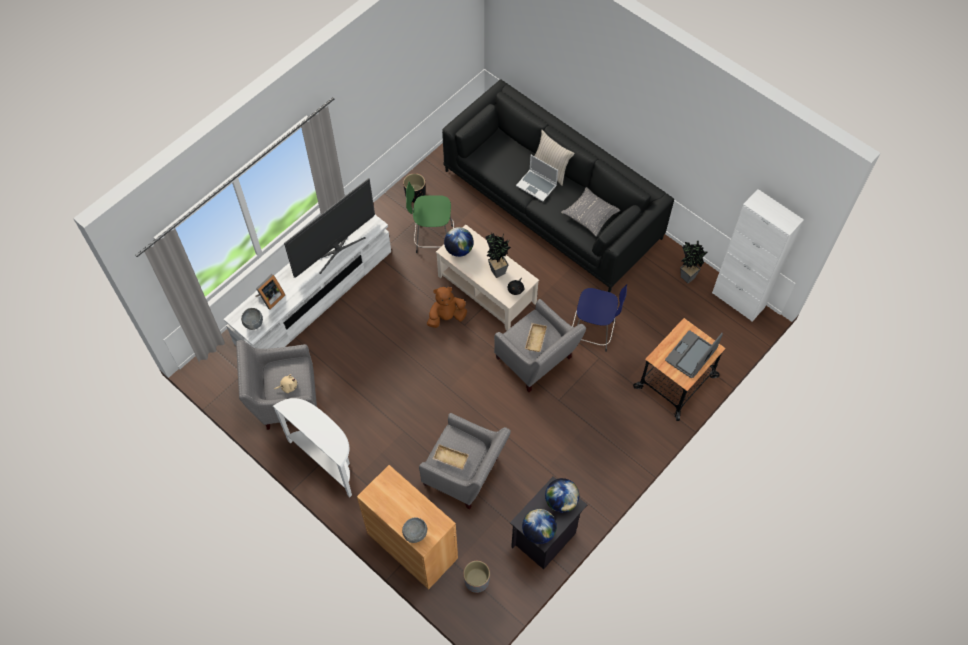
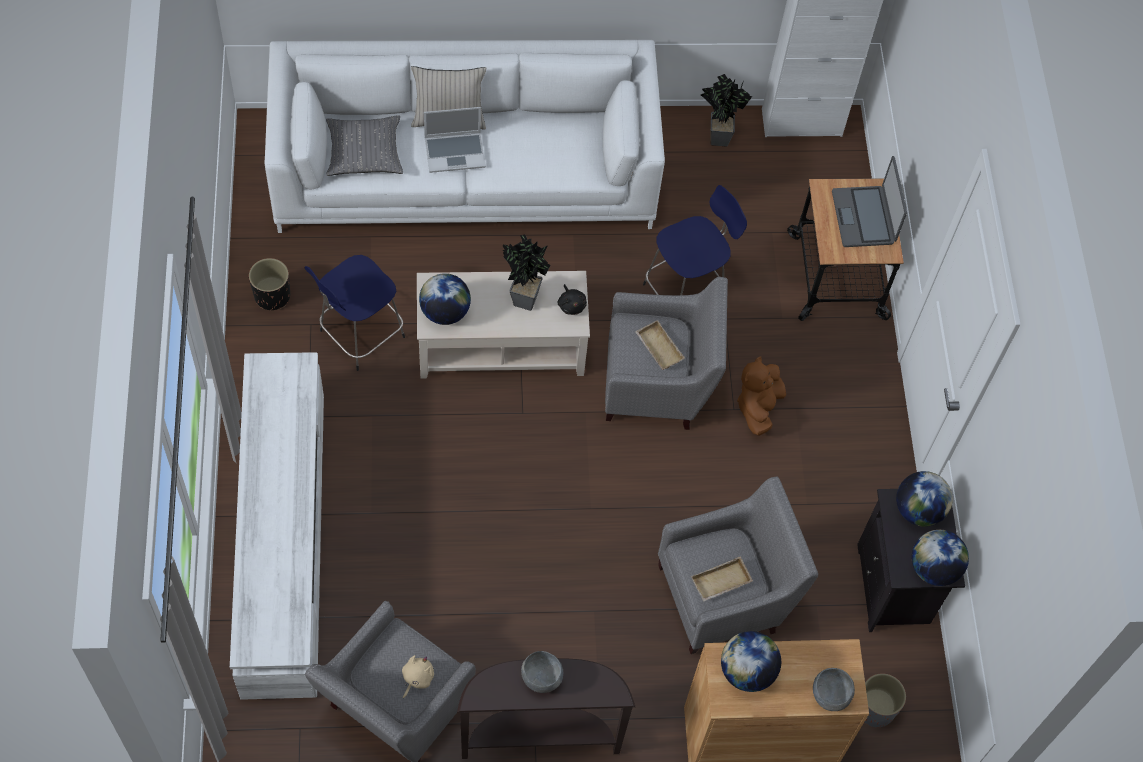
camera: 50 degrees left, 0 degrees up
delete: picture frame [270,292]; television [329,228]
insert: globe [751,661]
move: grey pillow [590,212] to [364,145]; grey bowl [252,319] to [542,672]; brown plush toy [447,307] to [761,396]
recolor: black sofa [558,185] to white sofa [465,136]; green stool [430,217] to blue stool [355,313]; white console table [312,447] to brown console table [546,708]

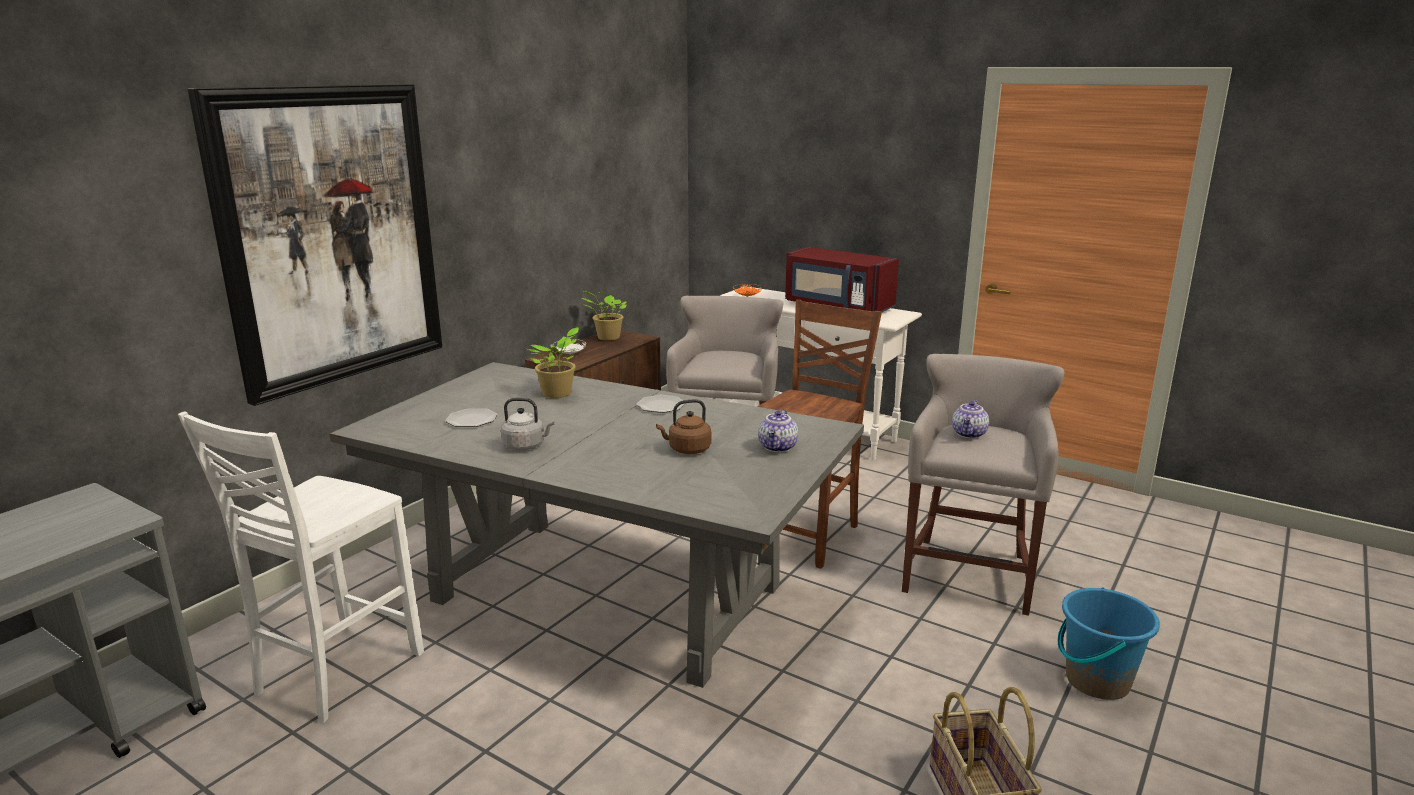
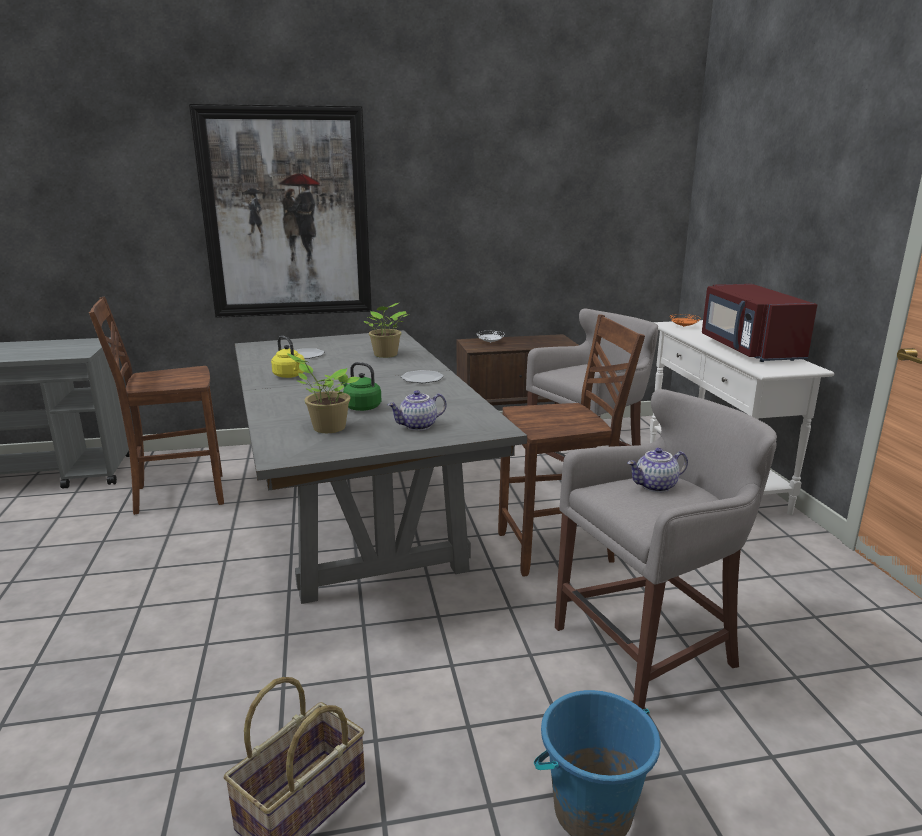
camera: 45 degrees right, 0 degrees up
move: potted plant [604,316] to [323,393]
recolor: white chair [301,567] to brown chair [156,406]; grey kettle [527,424] to yellow kettle [288,357]; brown kettle [683,426] to green kettle [361,386]

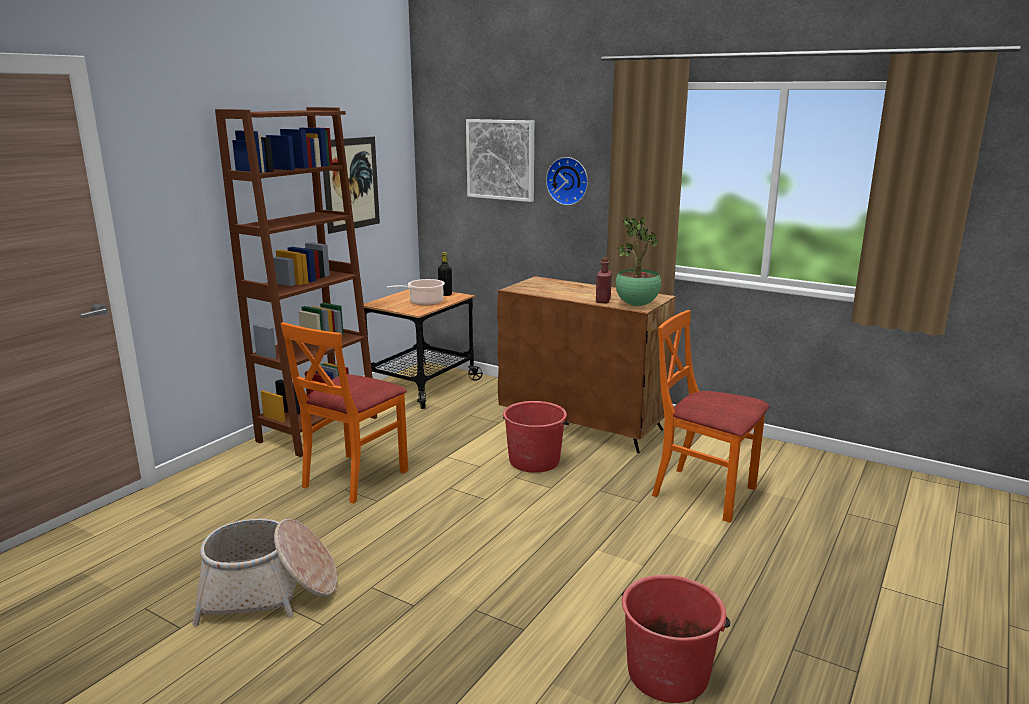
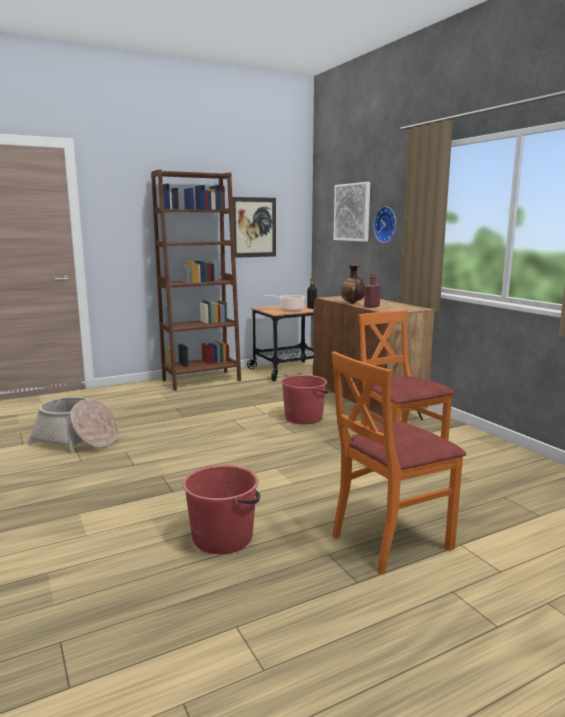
camera: 30 degrees right, 5 degrees down
delete: potted plant [638,261]
insert: vase [353,284]
move: orange chair [344,413] to [399,463]

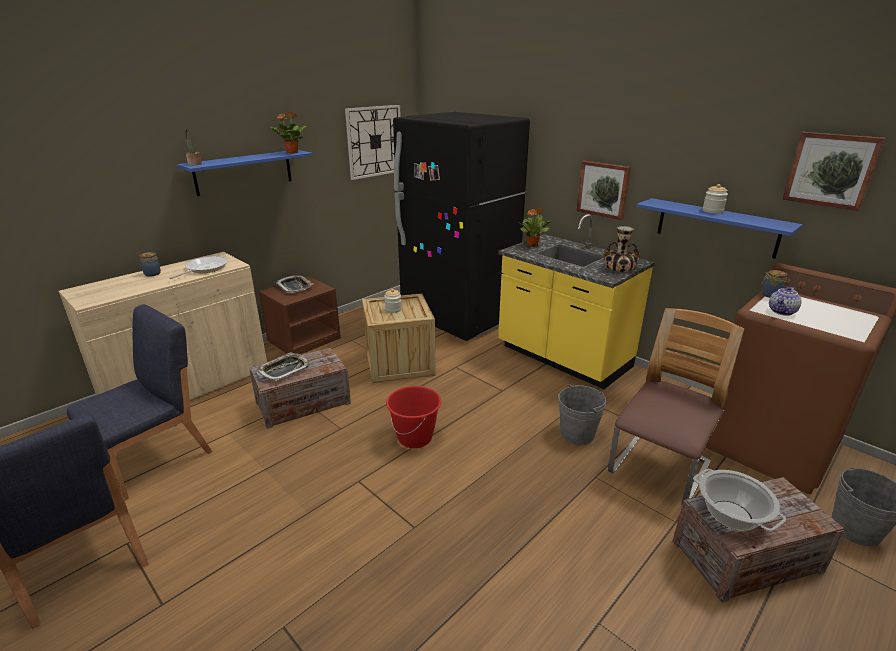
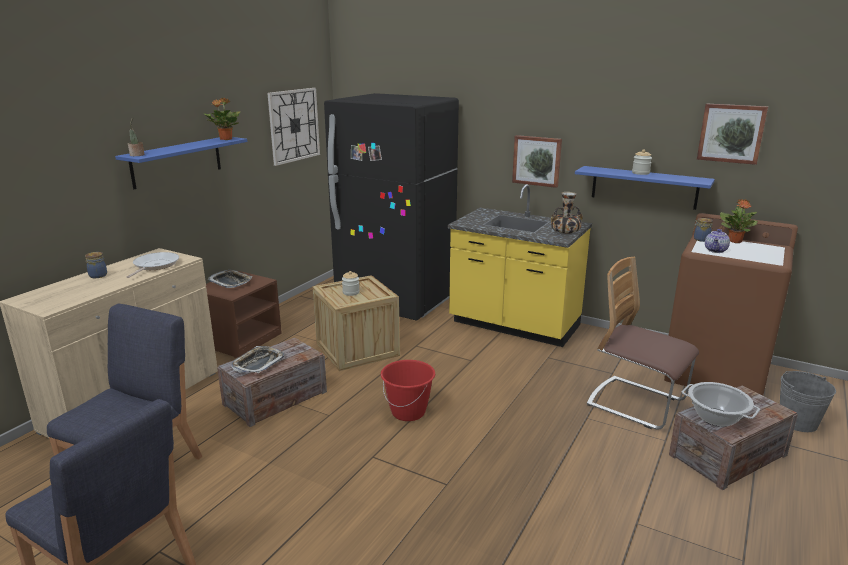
camera: 15 degrees left, 5 degrees down
delete: grey bucket [582,414]
move: potted plant [535,227] to [739,221]
rotate: chair [676,406] = [643,343] 75 degrees counterclockwise

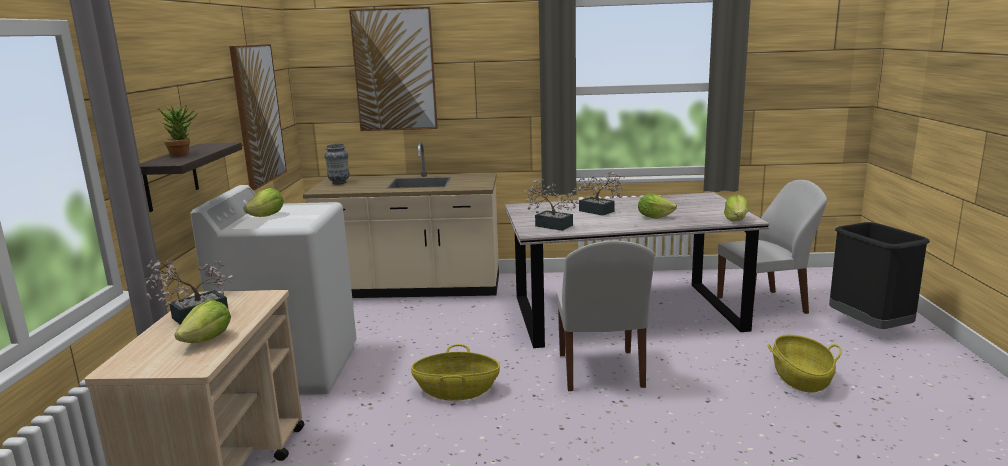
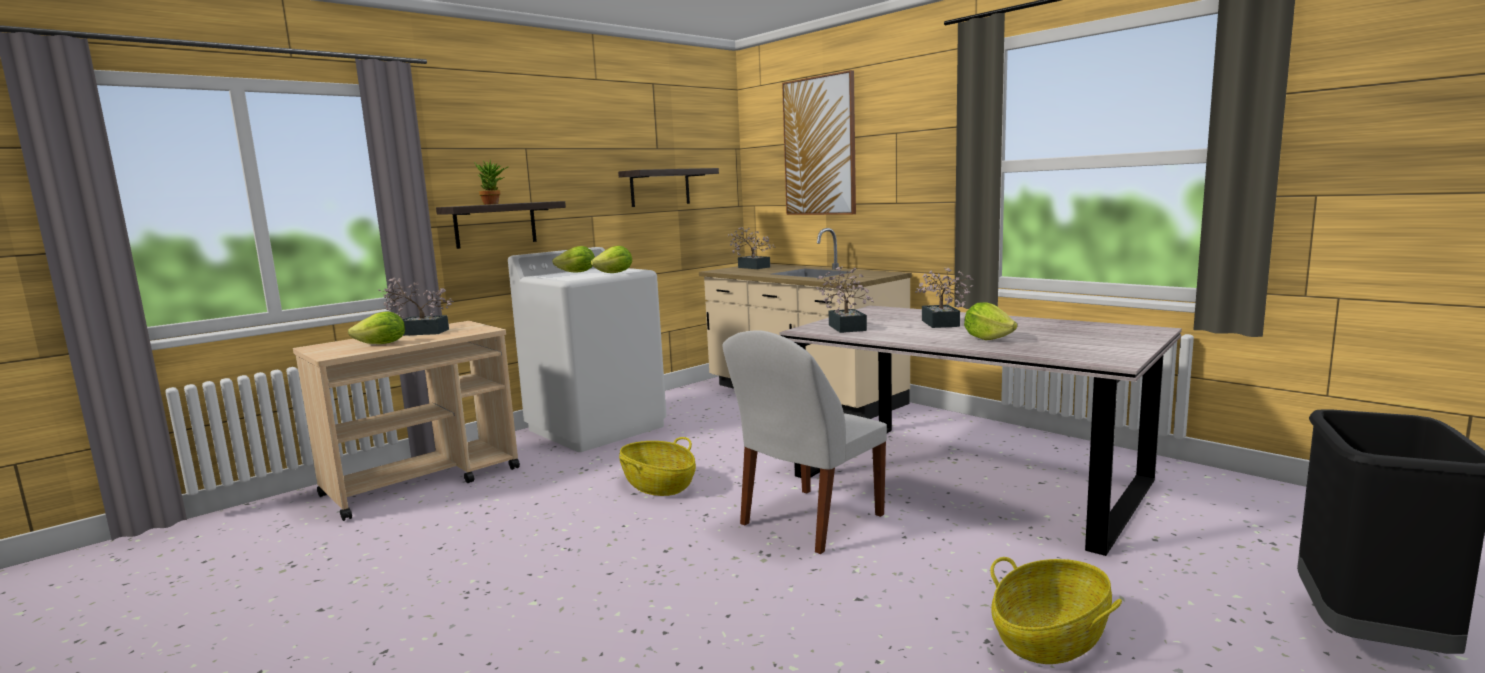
camera: 45 degrees right, 5 degrees down
delete: white chair [772,247]
move: lettuce [736,208] to [611,259]
replace: picture [258,117] to shelf [668,187]; vase [337,163] to potted plant [751,248]

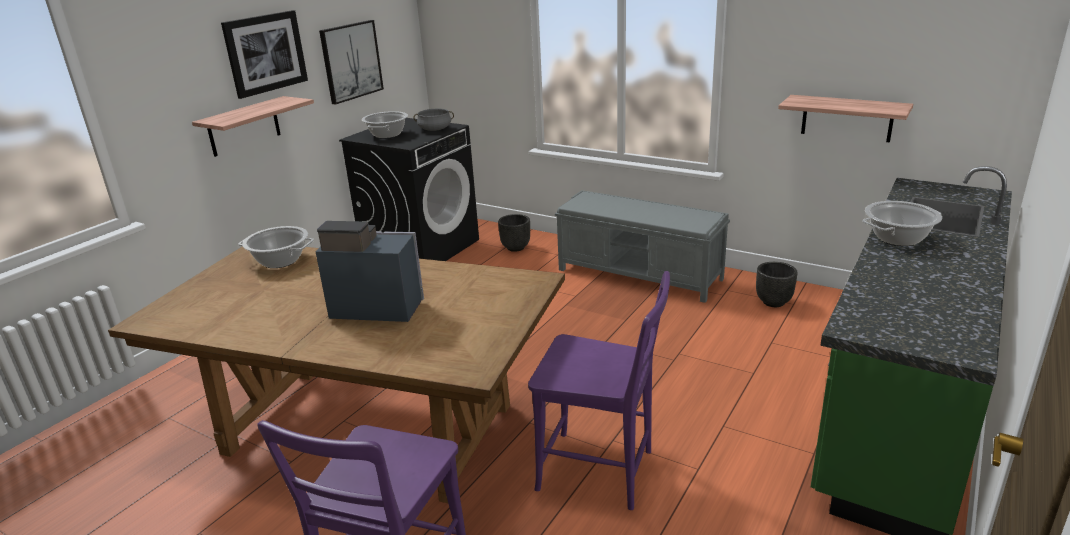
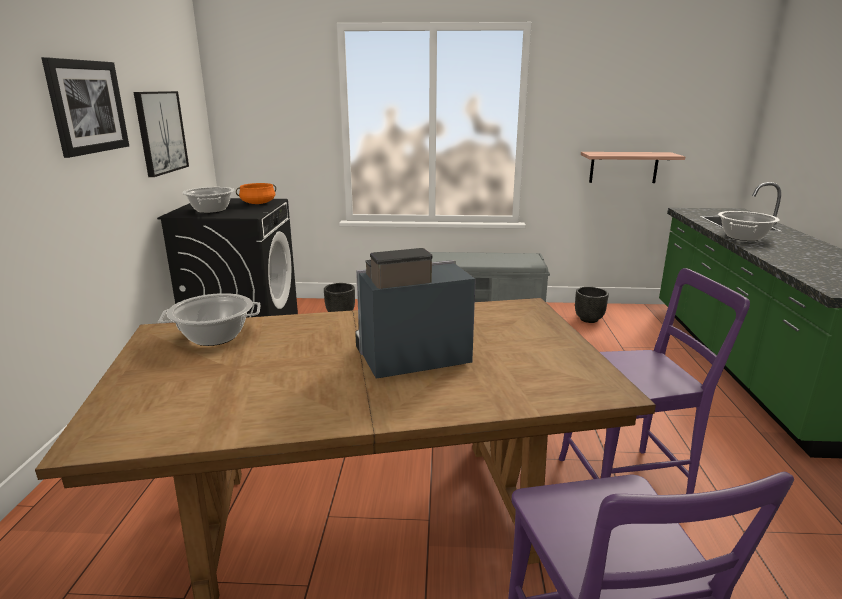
camera: 30 degrees left, 5 degrees down
delete: shelf [253,126]
recolor: grey cooking pot [434,120] to orange cooking pot [256,193]

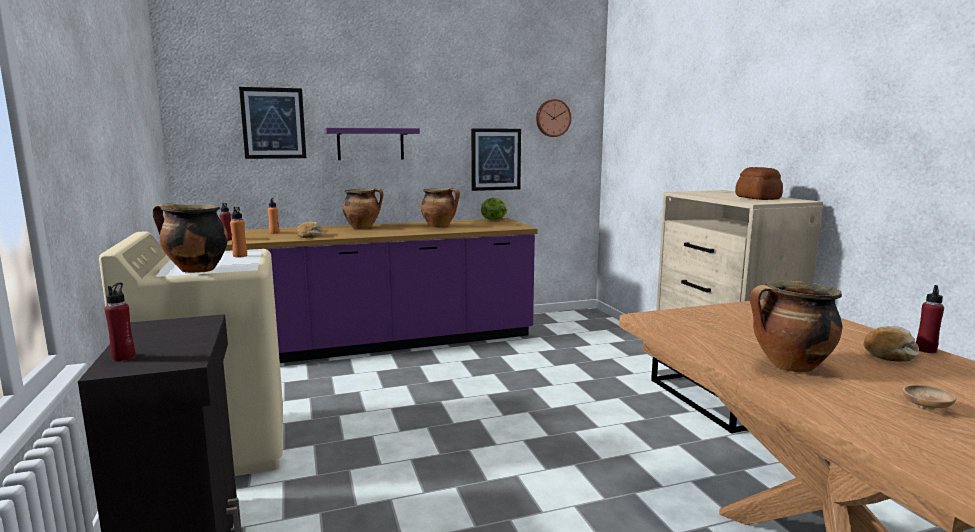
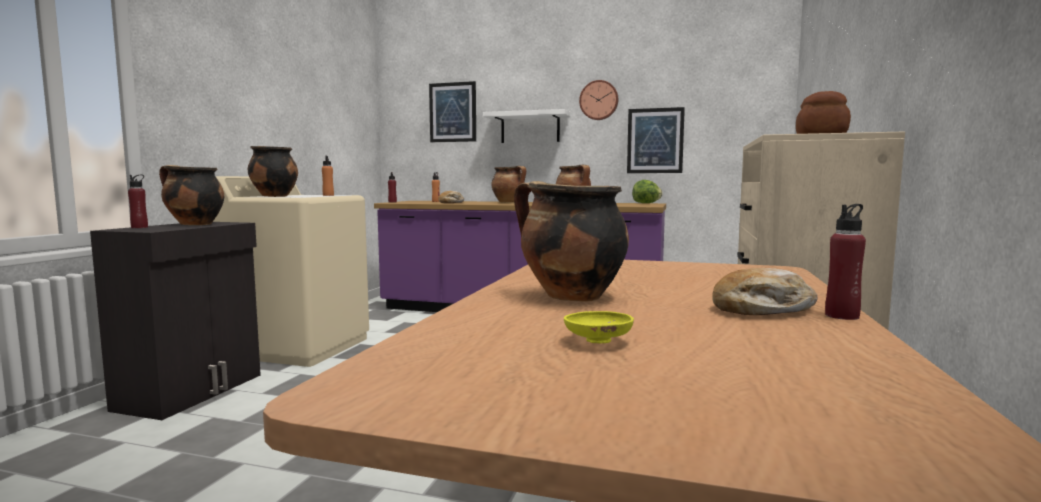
camera: 35 degrees right, 5 degrees down
insert: cooking pot [191,195]
move: wall clock [554,118] to [598,100]
recolor: purple shelf [372,144] to white shelf [526,126]; brown bowl [929,397] to yellow bowl [599,327]

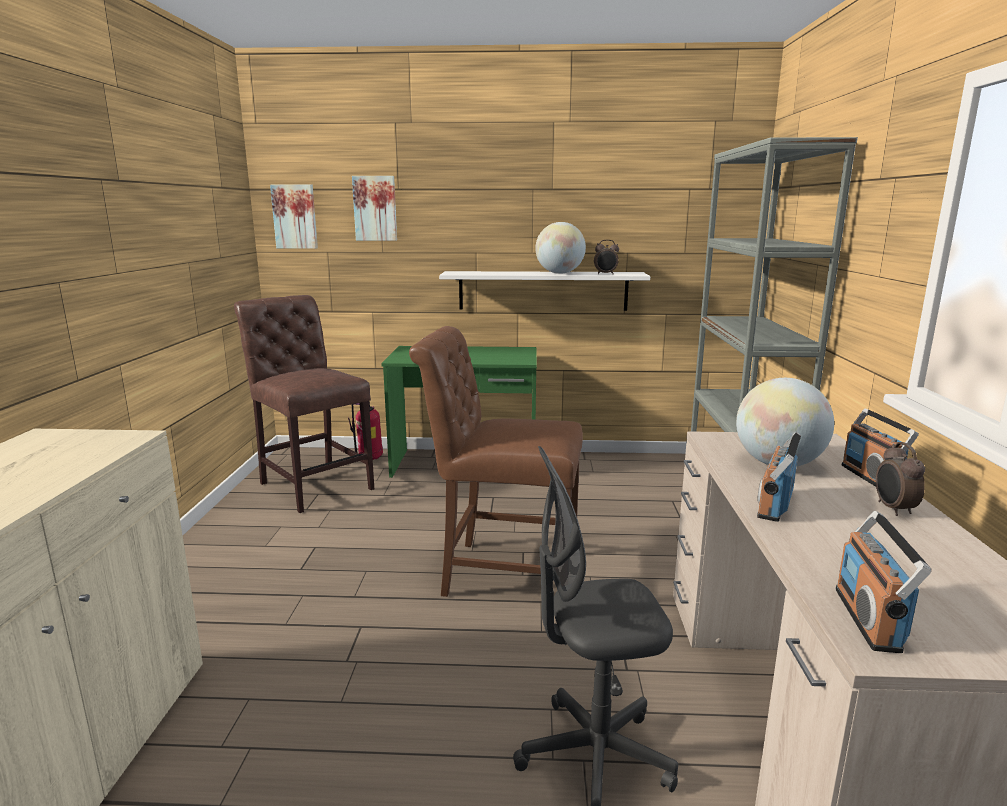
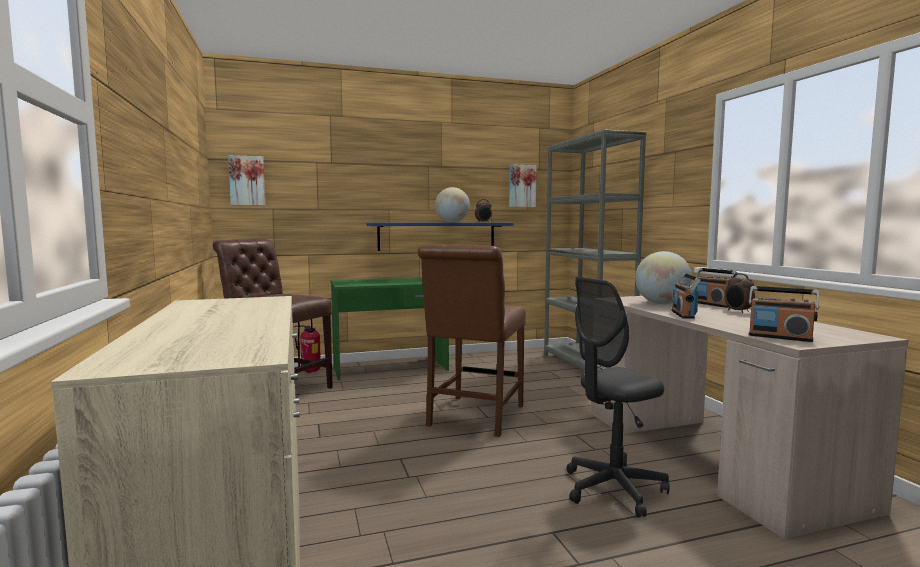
camera: 20 degrees left, 10 degrees down
move: picture [374,208] to [523,185]
recolor: white shelf [544,291] to blue shelf [440,237]
rotate: brown chair [496,461] = [472,340] 60 degrees counterclockwise; radio [884,582] = [783,314] 45 degrees counterclockwise

